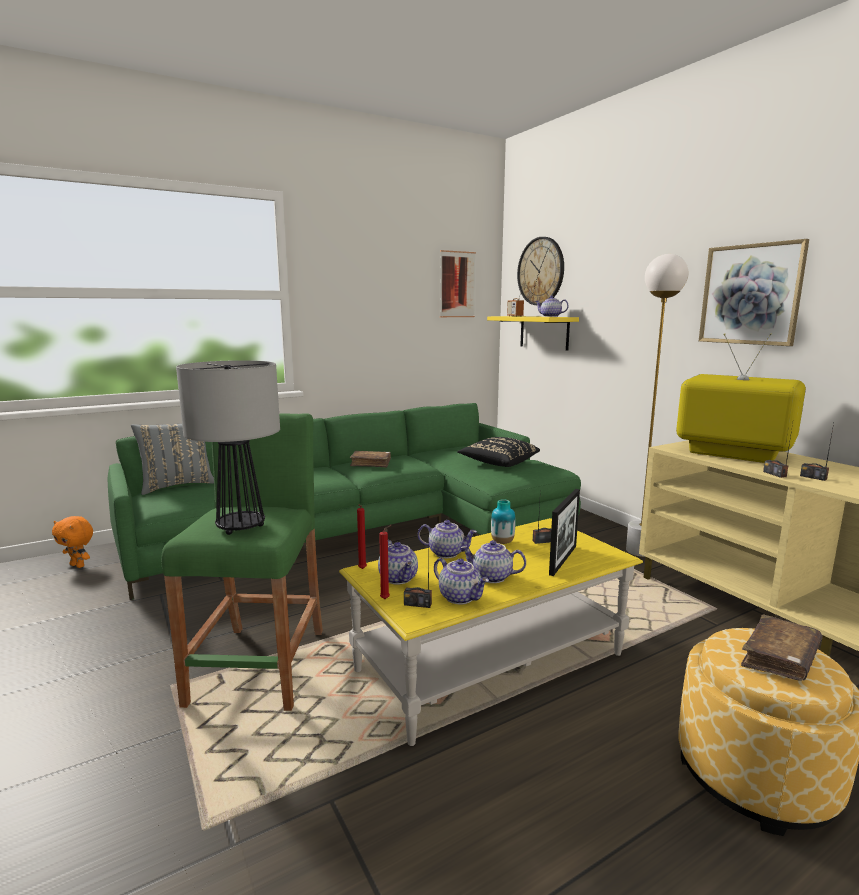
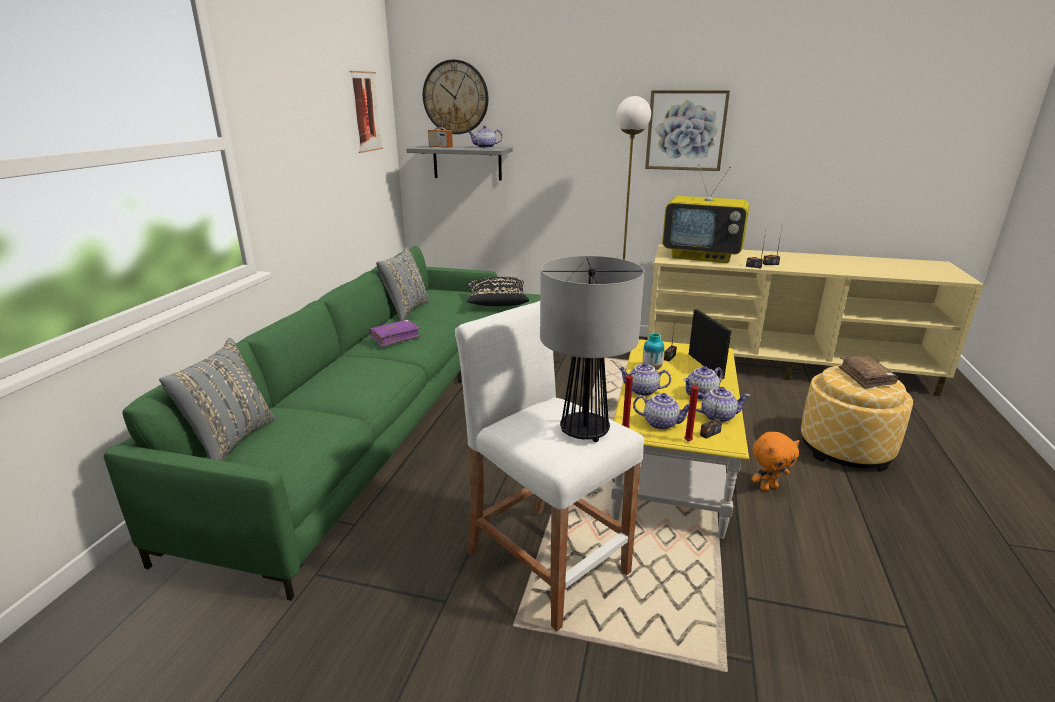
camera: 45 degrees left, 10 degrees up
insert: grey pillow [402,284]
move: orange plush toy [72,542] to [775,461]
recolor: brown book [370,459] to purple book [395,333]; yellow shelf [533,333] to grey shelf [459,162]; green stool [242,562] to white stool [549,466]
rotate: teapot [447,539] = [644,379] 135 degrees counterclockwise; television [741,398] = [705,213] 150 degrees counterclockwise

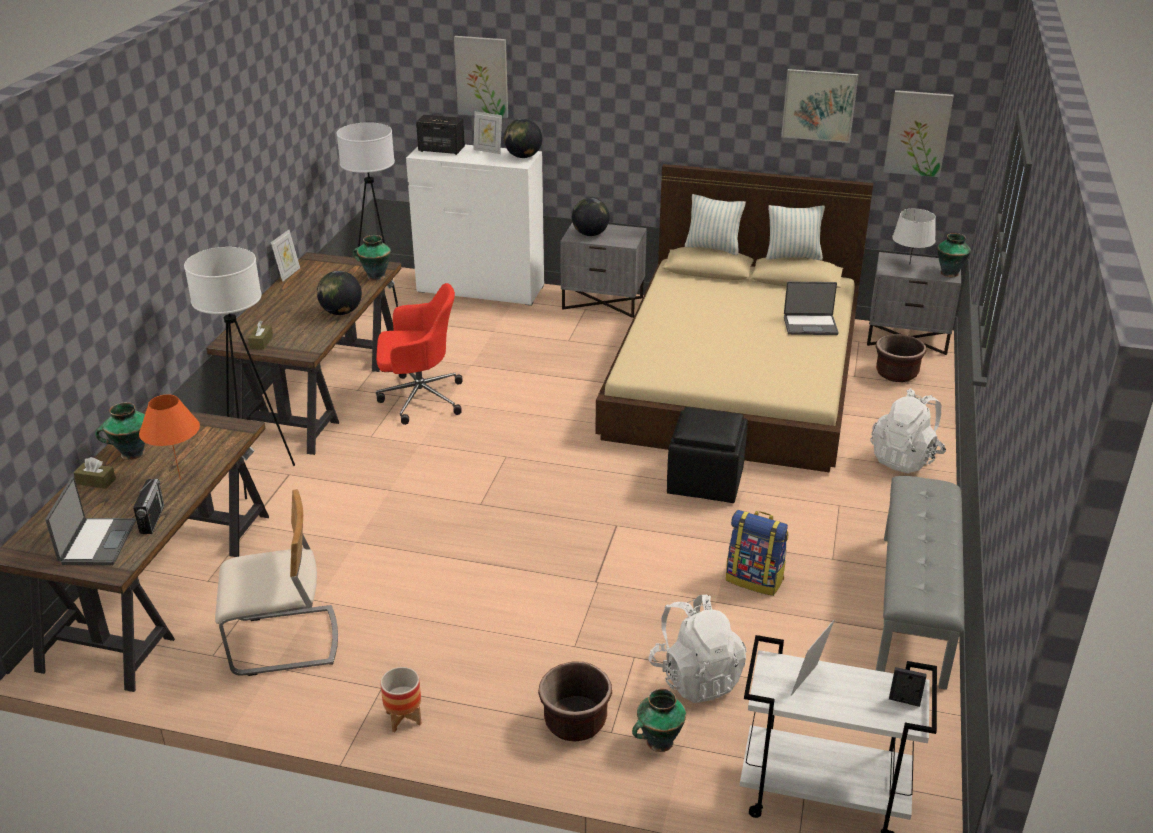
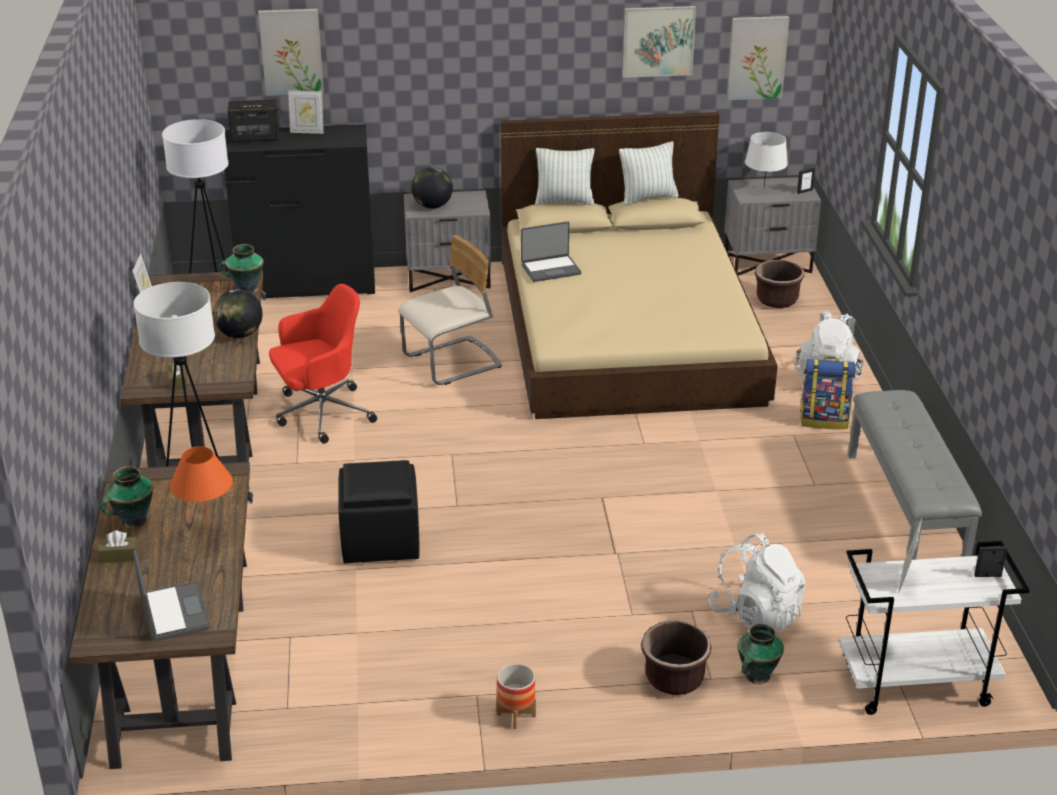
camera: 20 degrees left, 0 degrees up
delete: radio [149,506]; globe [523,138]
move: black ottoman [707,455] to [378,511]; beige chair [276,582] to [450,310]; laptop [811,308] to [551,251]; backpack [757,553] to [828,393]
replace: vase [954,255] to picture frame [806,181]
recolor: white dresser [475,225] to black dresser [299,211]

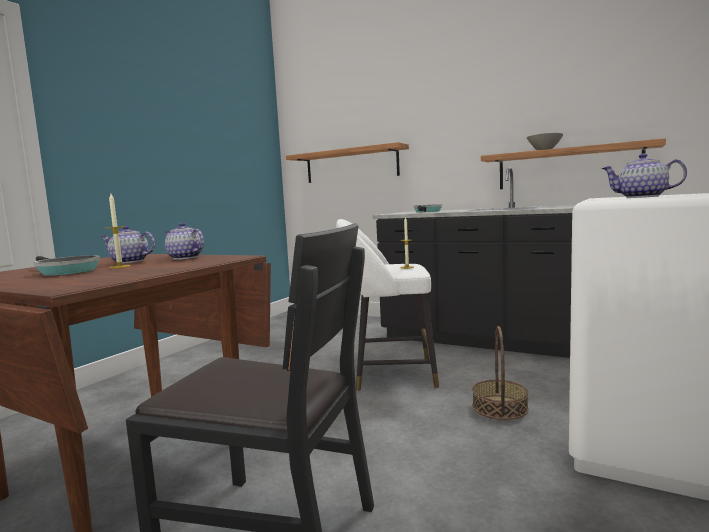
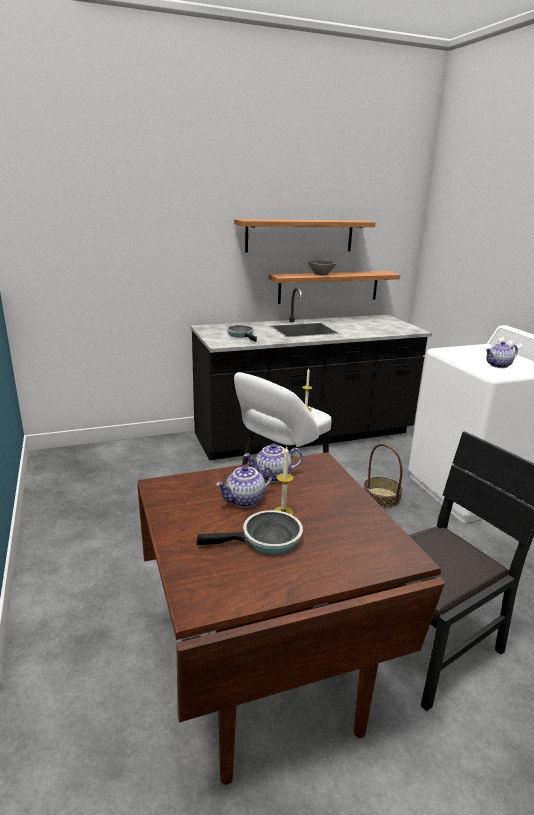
camera: 50 degrees left, 15 degrees up
move: shelf [347,162] to [305,235]

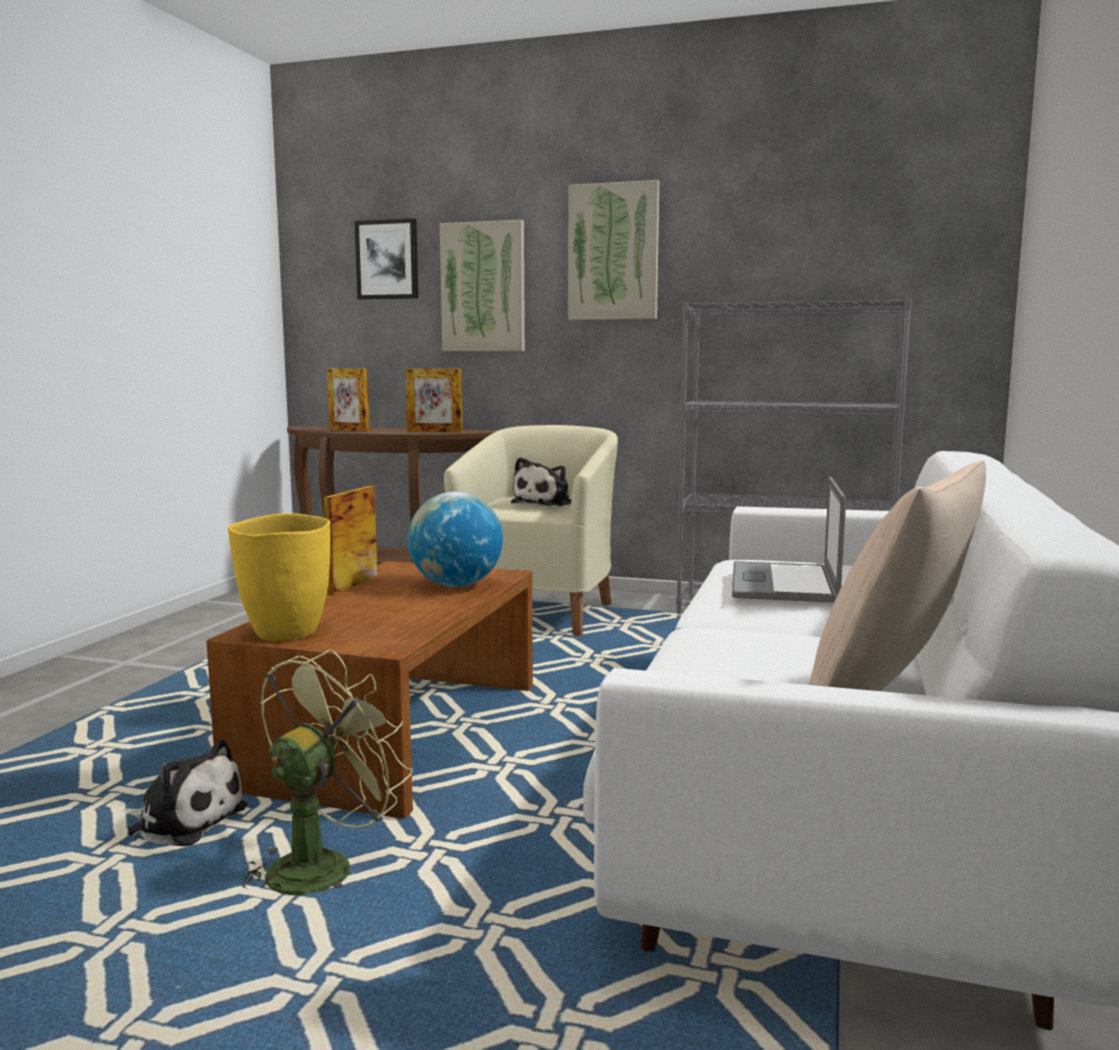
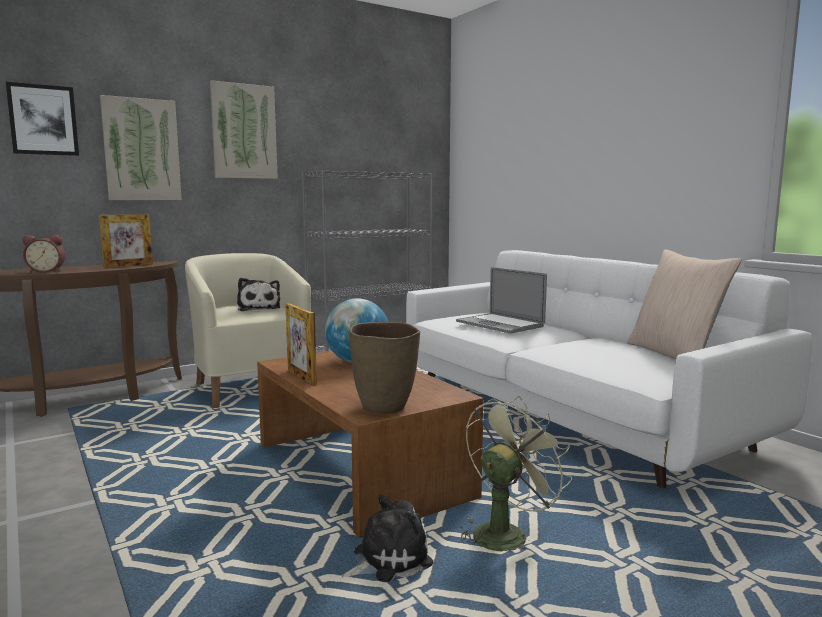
camera: 50 degrees left, 0 degrees up
replace: picture frame [348,400] to alarm clock [44,254]
recolor: yellow vase [279,577] to brown vase [385,368]
rotate: green fan [326,772] = [516,474] 60 degrees clockwise

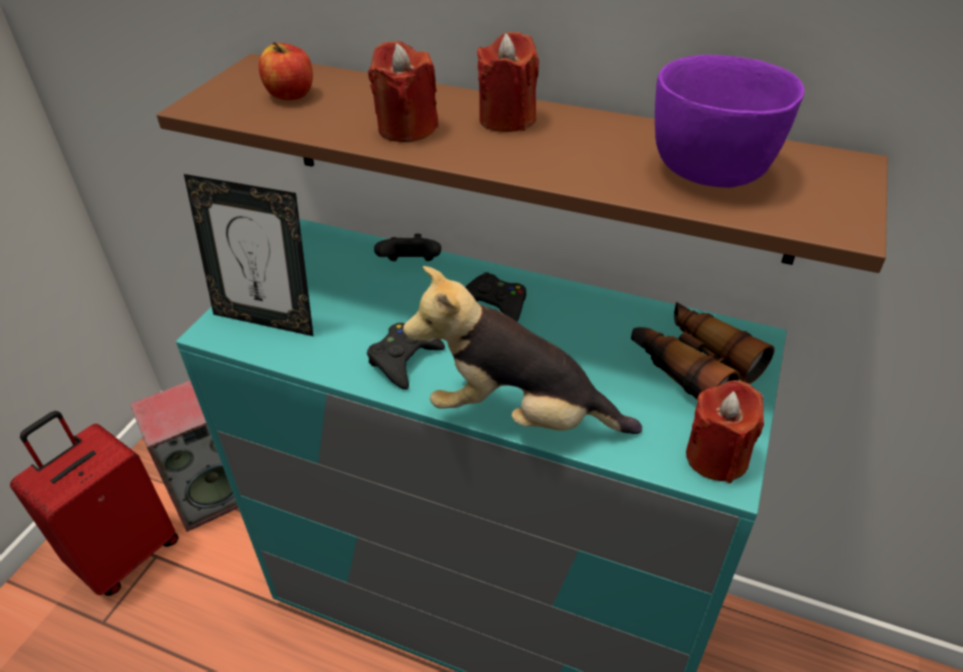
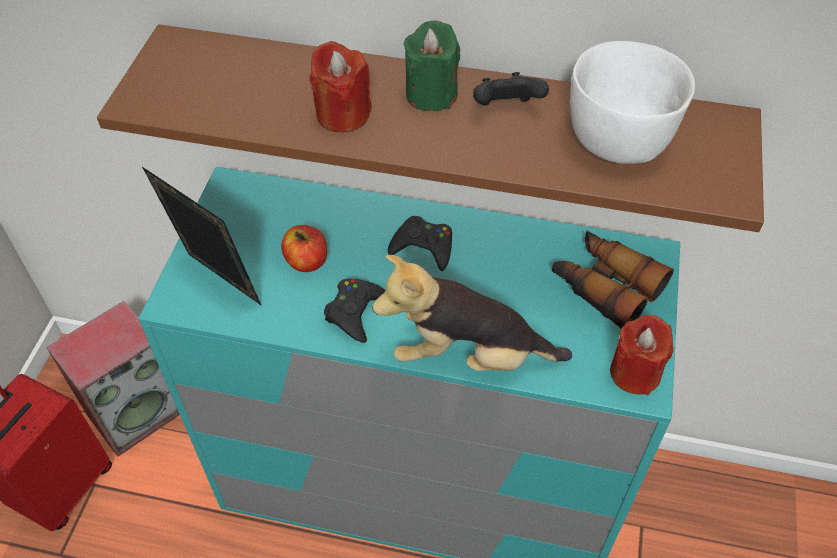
camera: 10 degrees left, 10 degrees up
move: apple [286,71] to [304,248]; black game controller [407,247] to [511,89]
recolor: red candle [508,82] to green candle [432,66]; purple bowl [730,121] to white bowl [632,102]
rotate: picture frame [249,255] = [201,236] 150 degrees counterclockwise

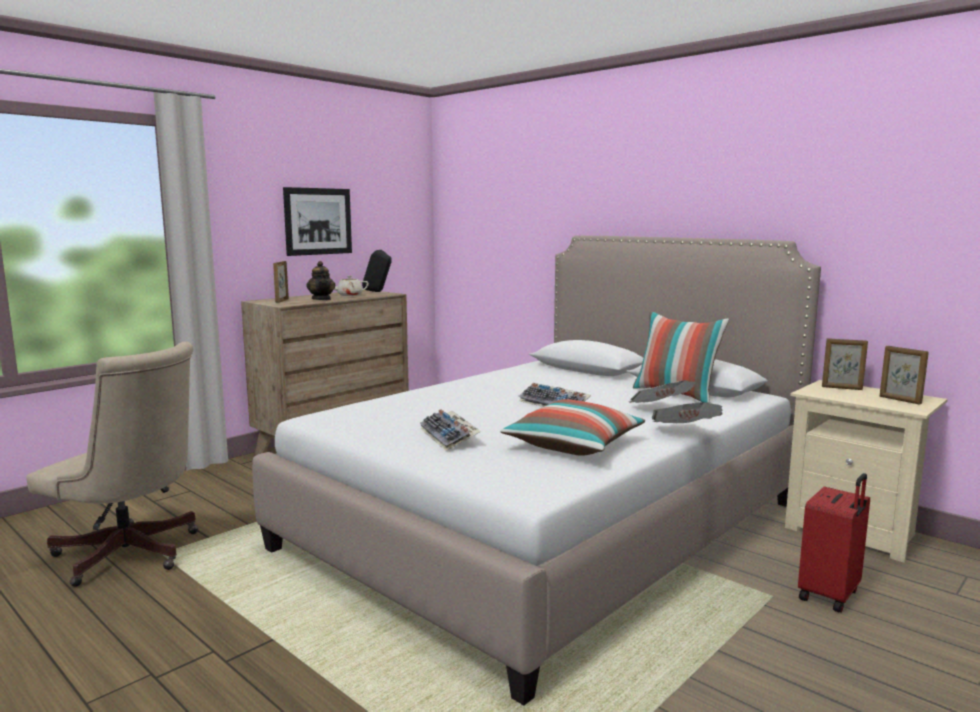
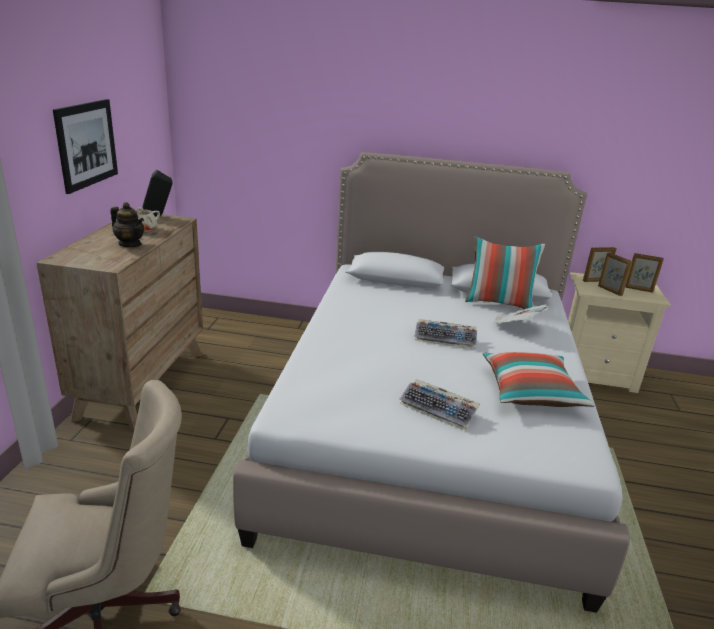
camera: 35 degrees left, 15 degrees up
delete: newspaper [687,412]; red suitcase [834,542]
move: picture frame [281,282] to [615,274]

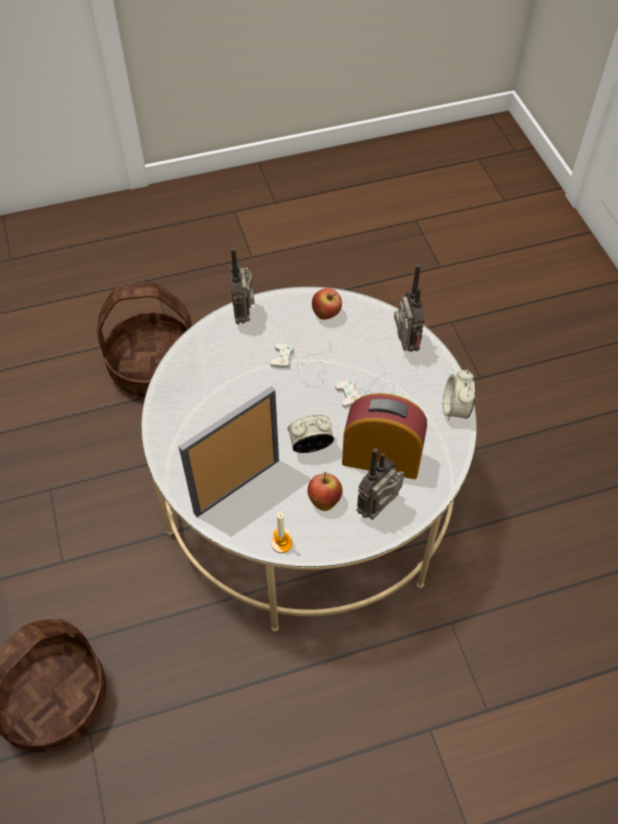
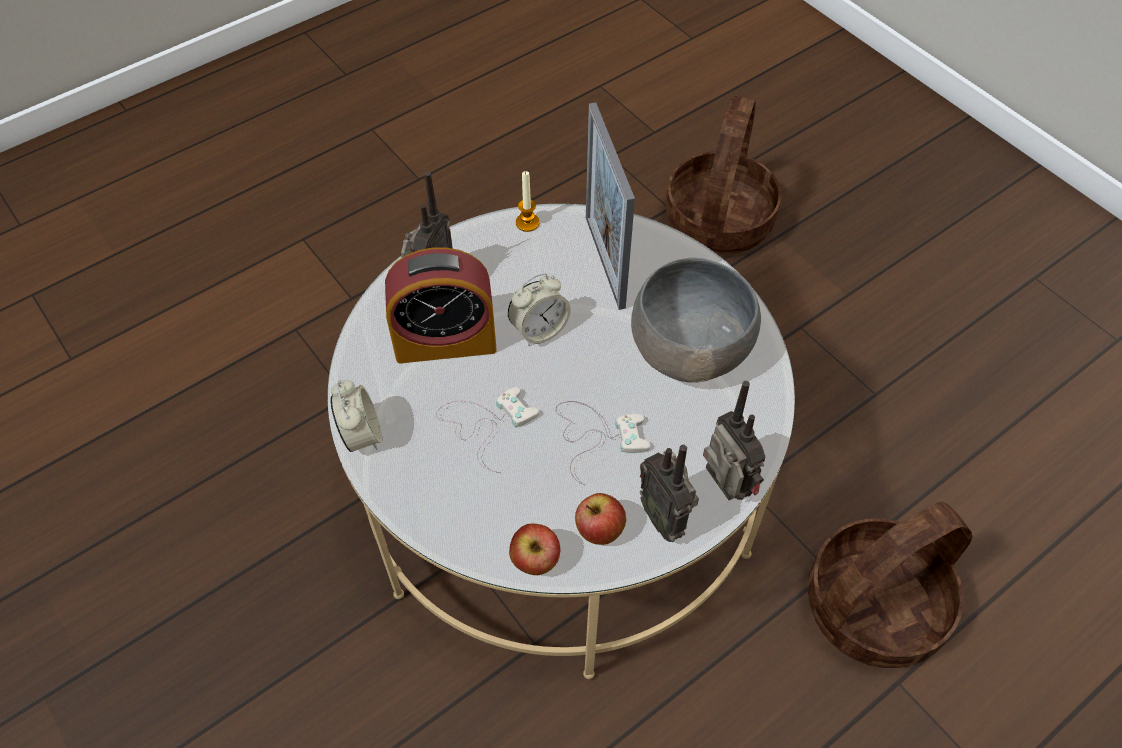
camera: 160 degrees right, 0 degrees up
insert: grey bowl [696,320]
move: apple [325,491] to [535,549]; radio [409,308] to [669,493]
rotate: picture frame [229,451] = [610,206] 135 degrees clockwise

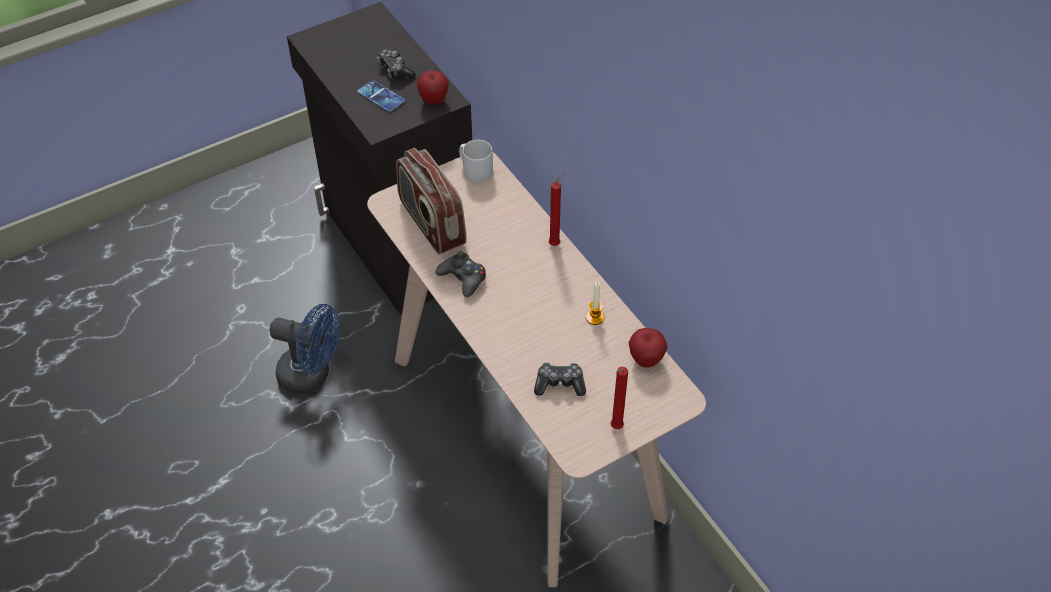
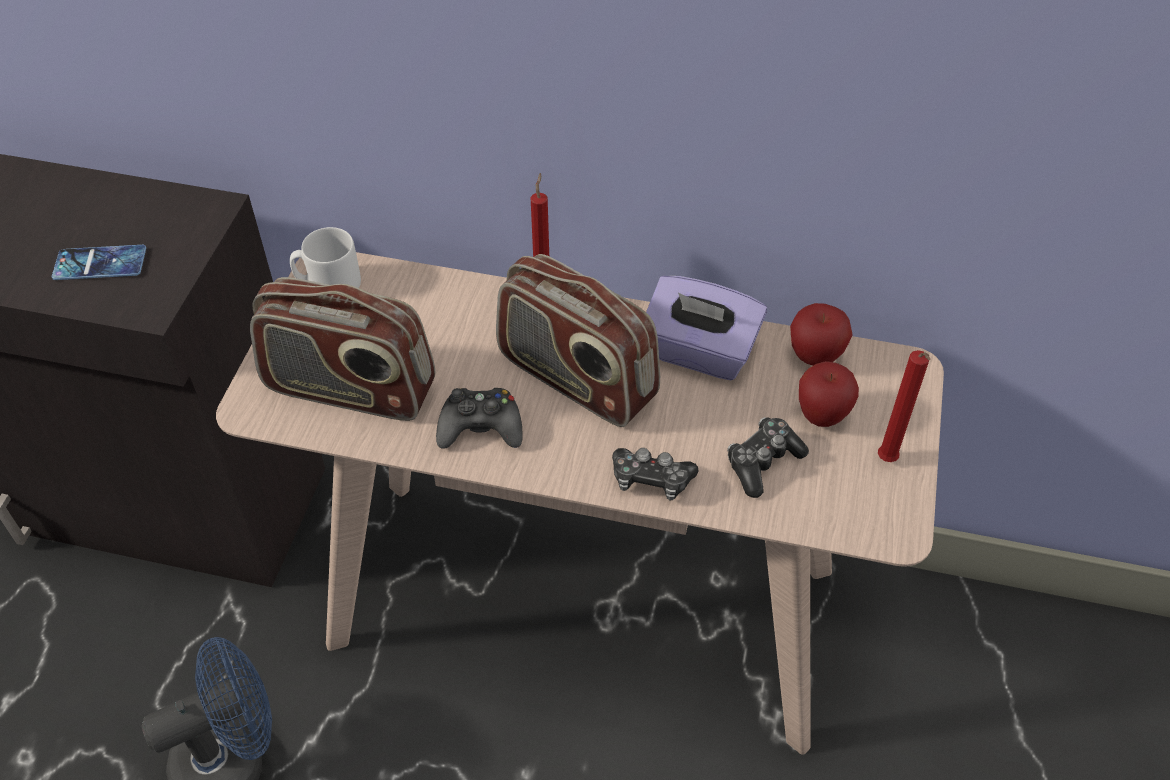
camera: 45 degrees left, 0 degrees up
insert: radio [578,340]
move: game controller [396,64] to [655,474]; apple [433,87] to [829,394]
replace: candle [595,303] to purple tissue box [706,328]

